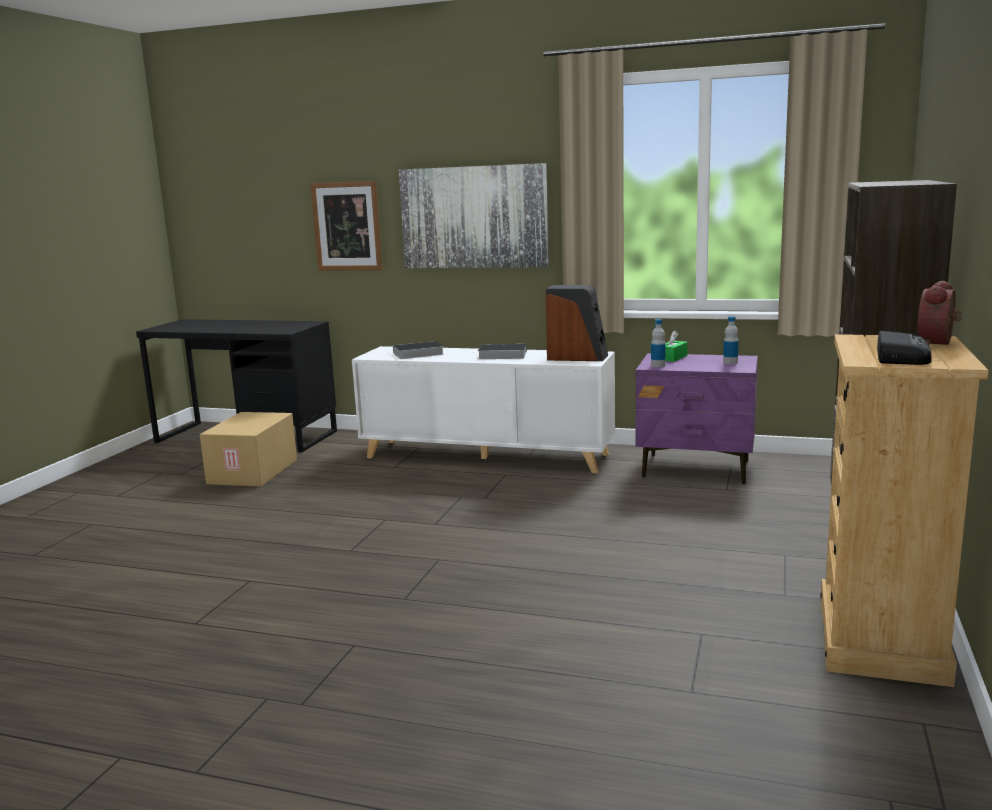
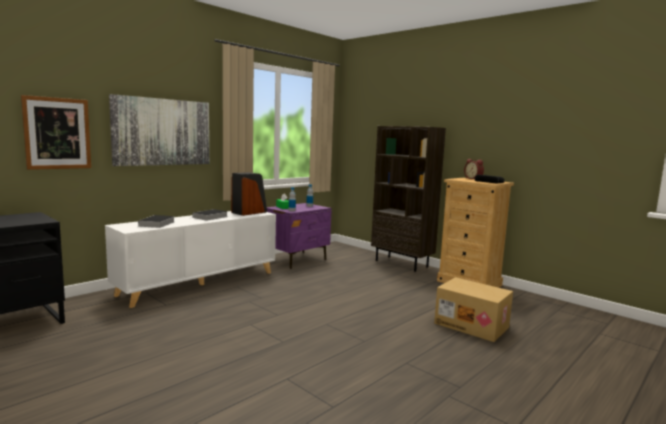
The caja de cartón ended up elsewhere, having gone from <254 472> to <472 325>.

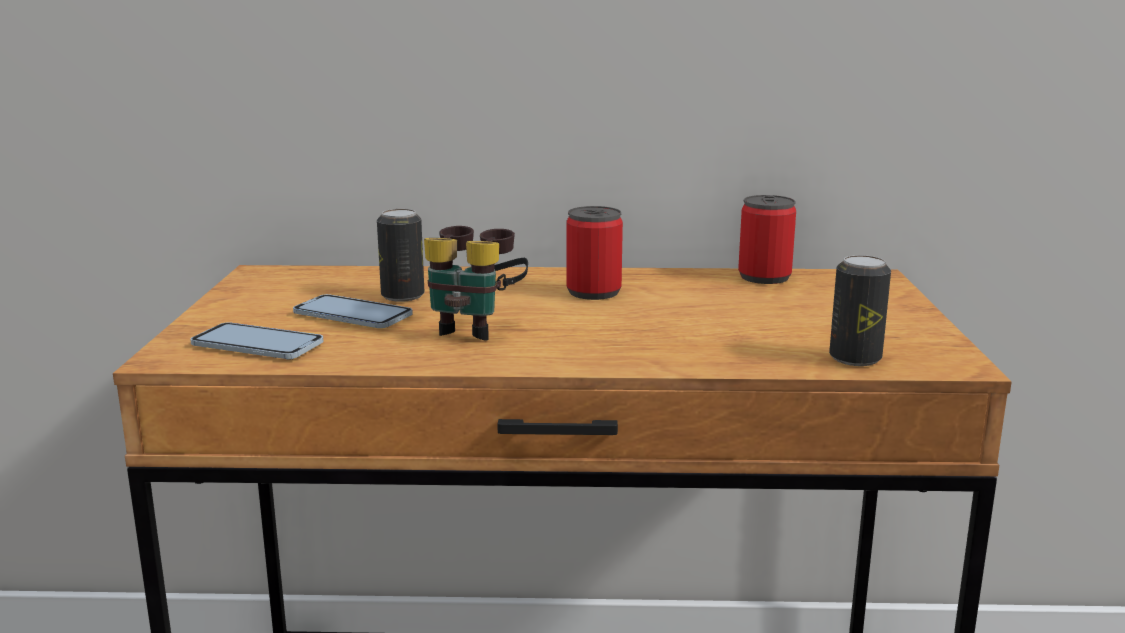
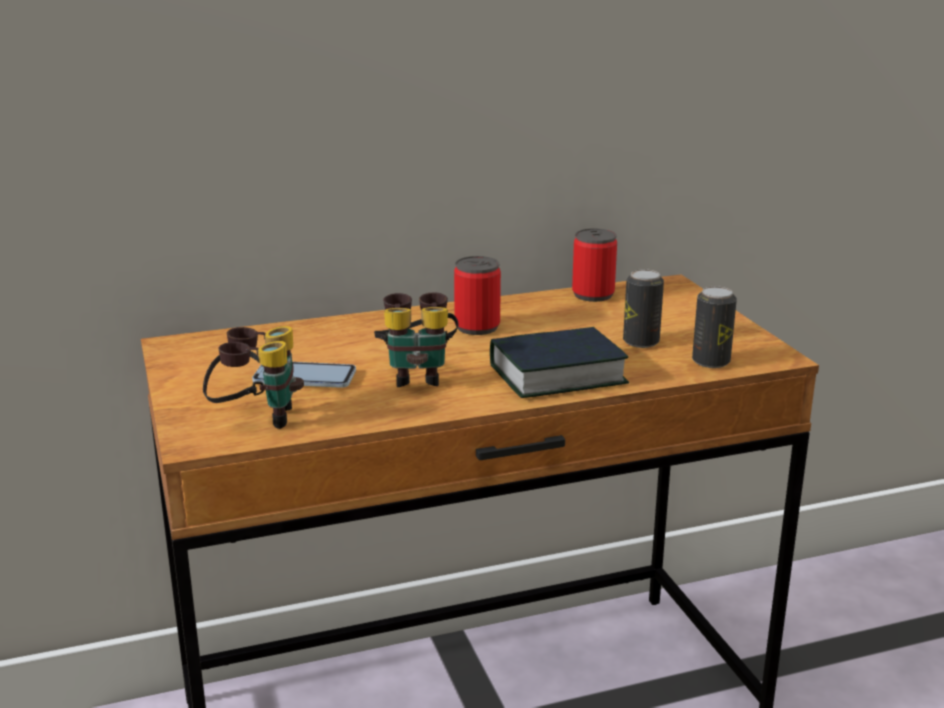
Where the móvil stood at <257 344>, the prismáticos came to stand at <257 418>. The lata ended up elsewhere, having gone from <402 296> to <641 342>. The second view gained the libro at <557 375>.

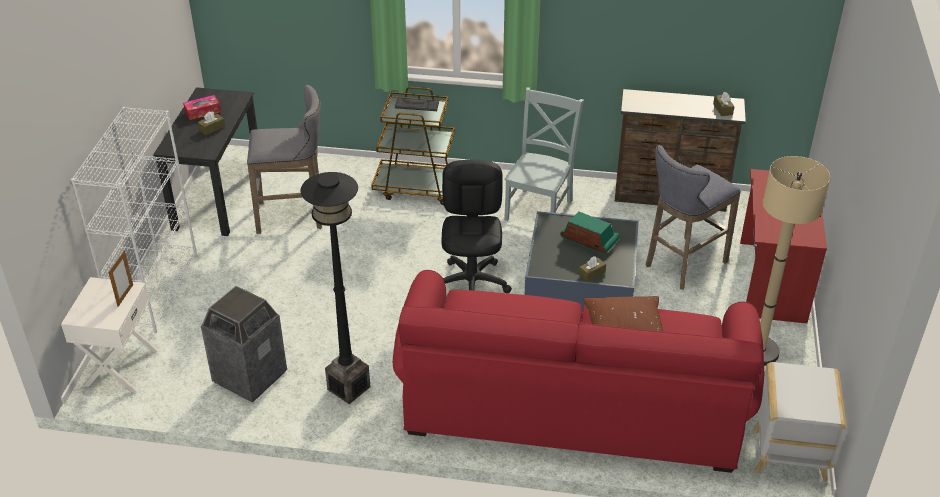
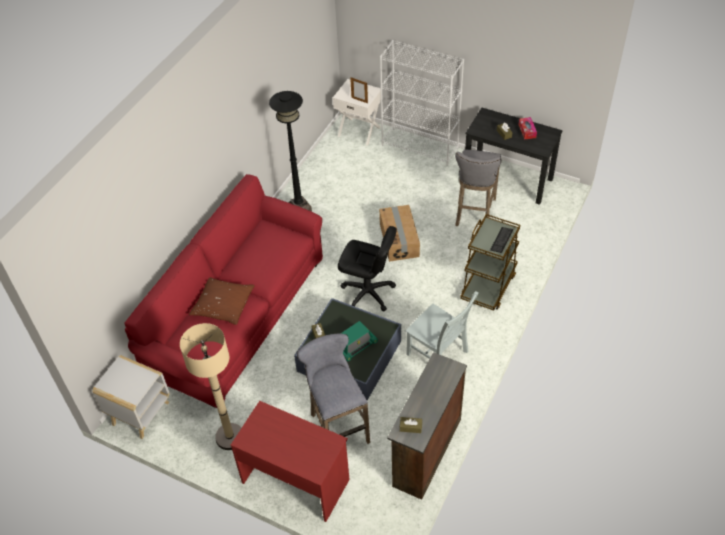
The second view lost the papelera at <249 377>. The second view gained the caja de cartón at <399 240>.

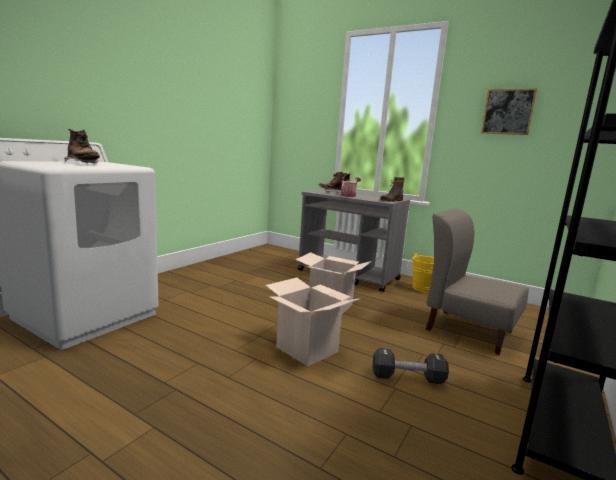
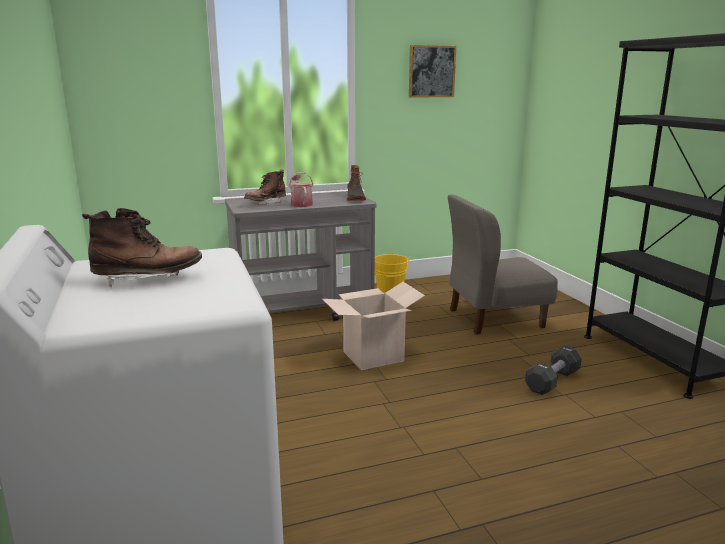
The second view lost the caja de cartón at <307 349>.

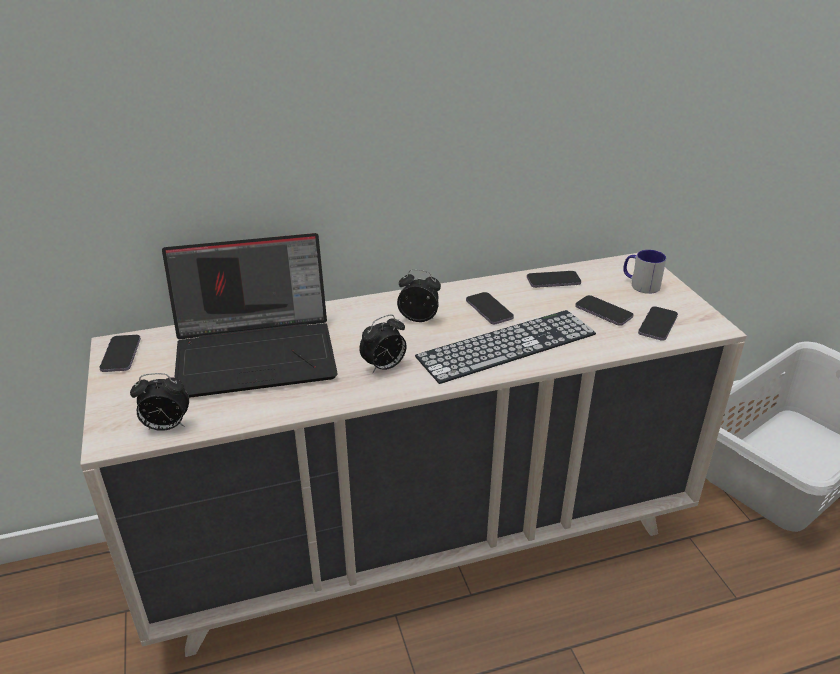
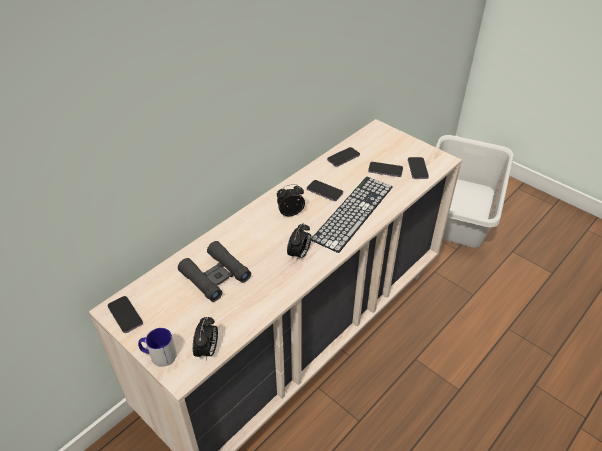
The despertador at <166 427> ended up facing another way, 45 degrees counterclockwise from before. Where the portátil stood at <258 353>, the prismáticos [negro] came to stand at <215 276>. The taza grande ended up elsewhere, having gone from <640 284> to <159 355>.

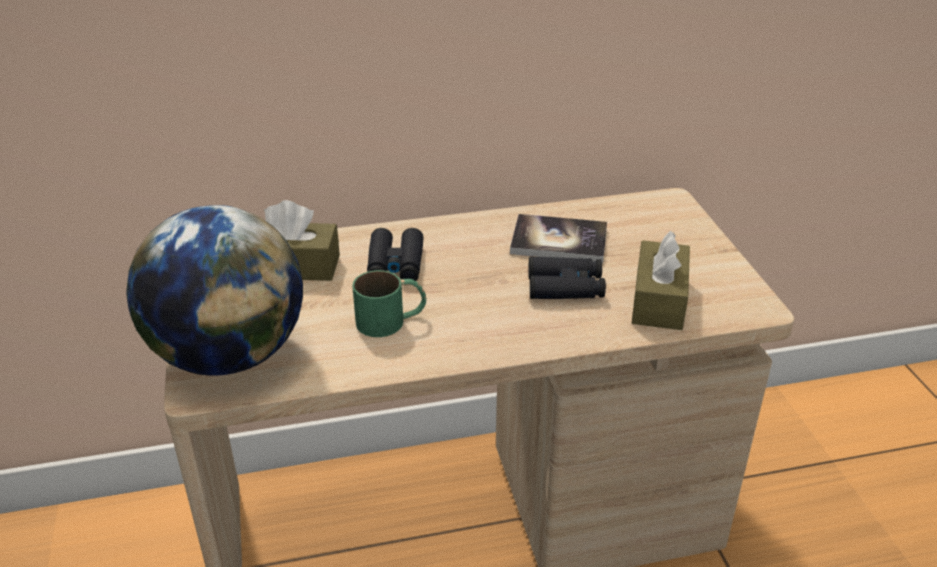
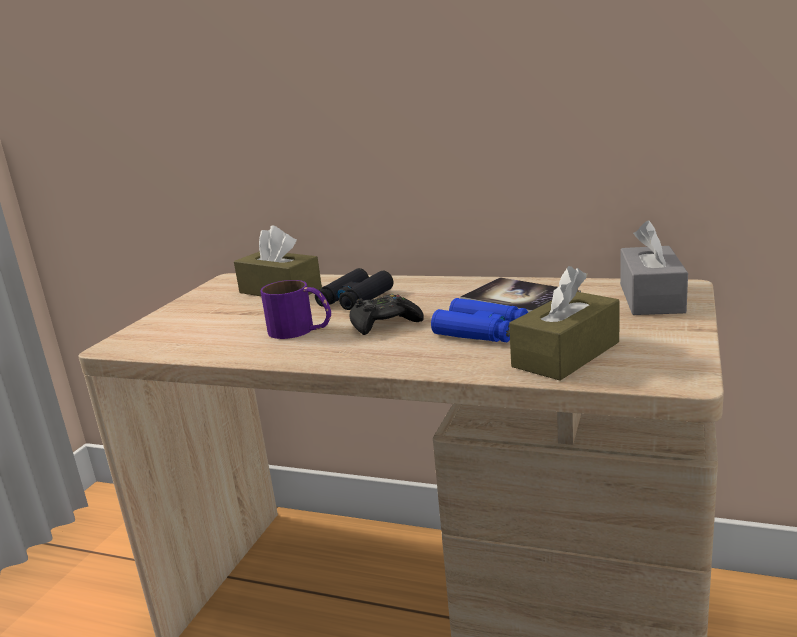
The second view lost the globo terráqueo at <229 355>. What was the taza grande [verde] at <391 320> turned into the taza grande [morado] at <301 330>. What was the prismáticos [negro] at <565 287> turned into the prismáticos [azul] at <481 332>. The second view gained the mando de consola [negro] at <384 323>. The second view gained the caja de pañuelos [gris] at <651 298>.

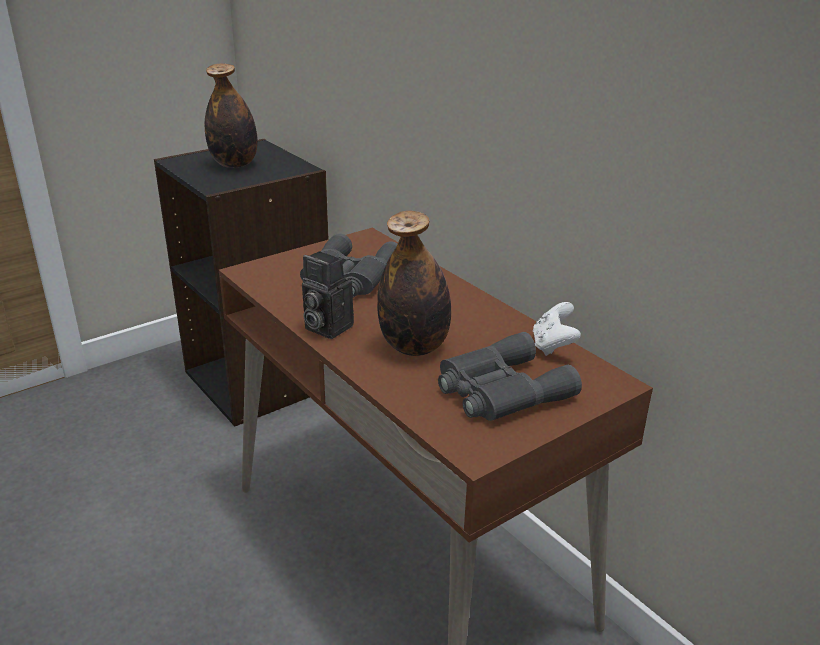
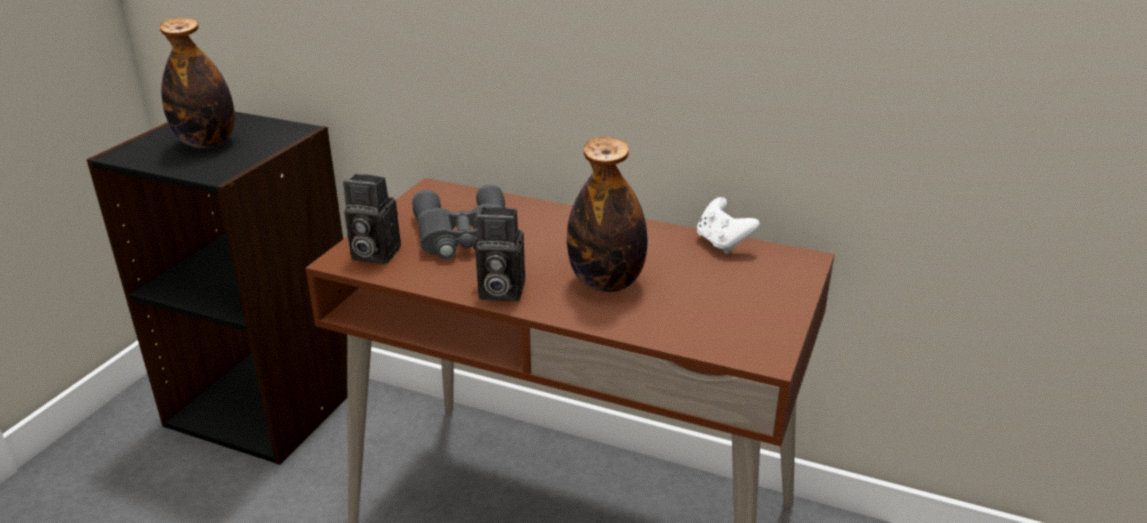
The second view lost the prismáticos [gris] at <499 390>. The second view gained the cámara at <372 254>.

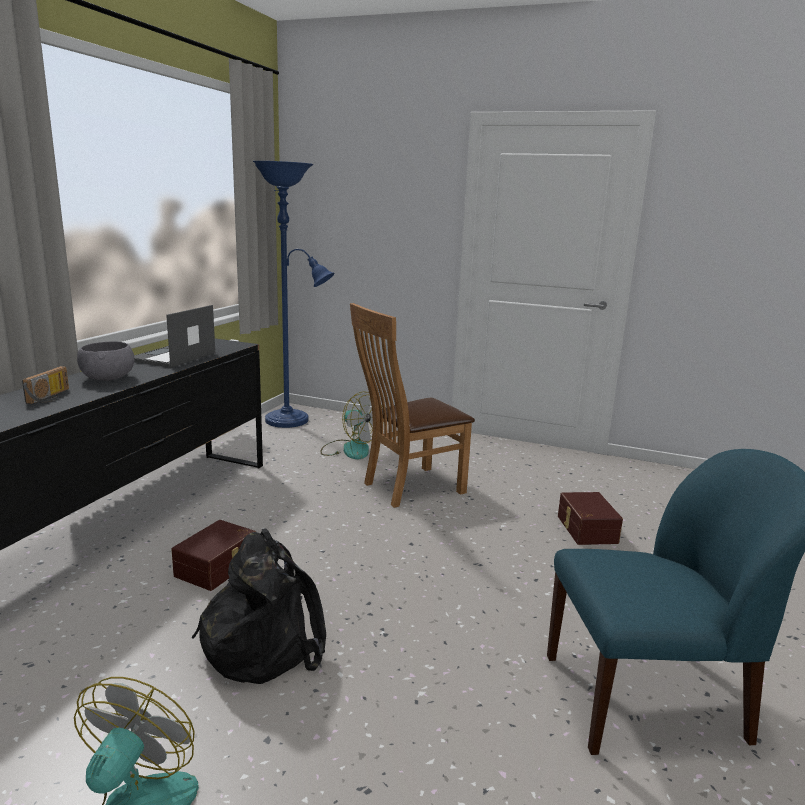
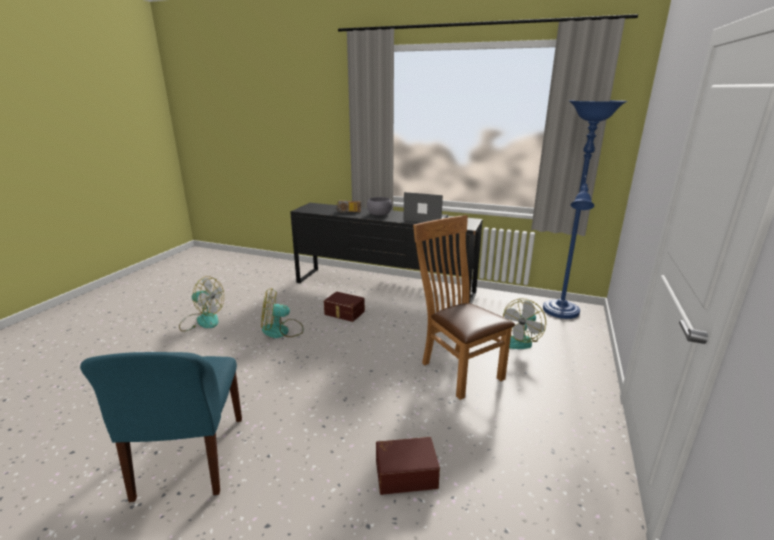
Where the mochila [negro] stood at <263 643>, the ventilador came to stand at <282 331>.

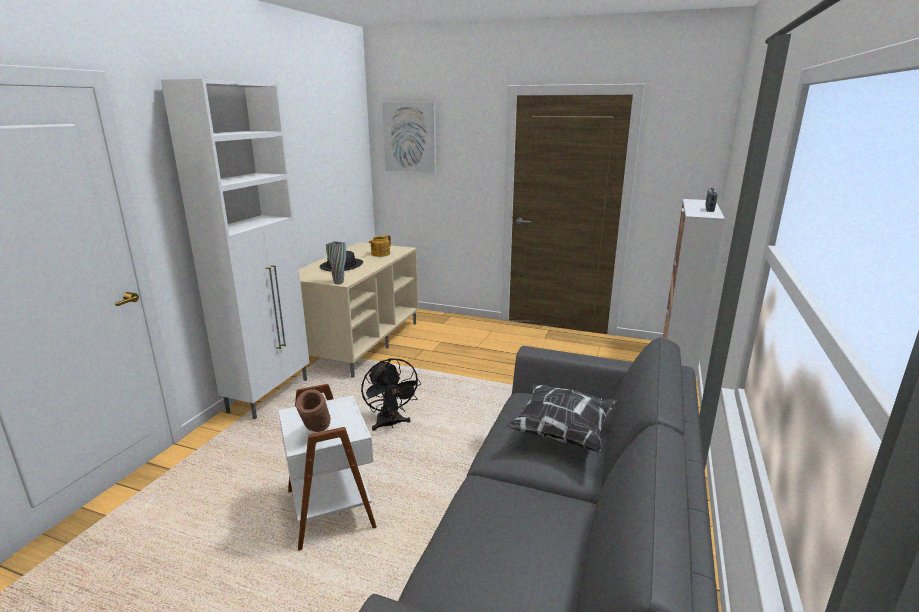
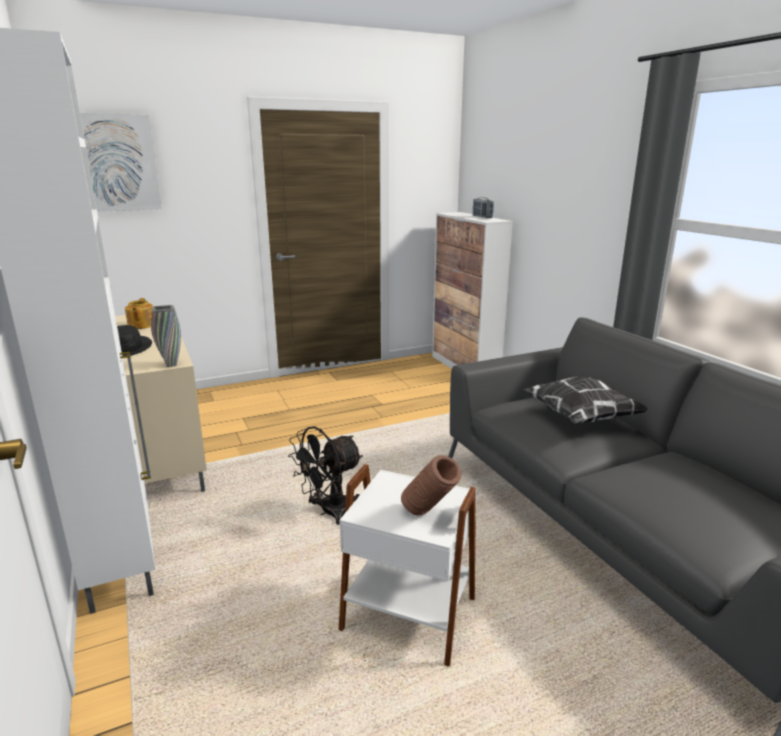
The ventilador [negro] at <390 424> ended up facing another way, 120 degrees clockwise from before.

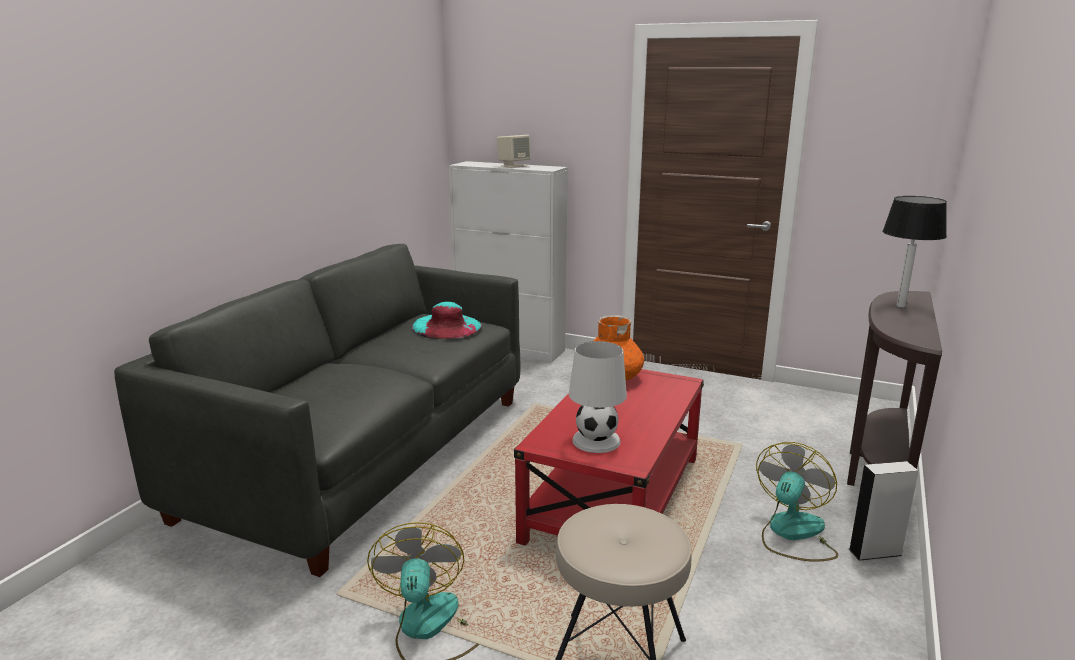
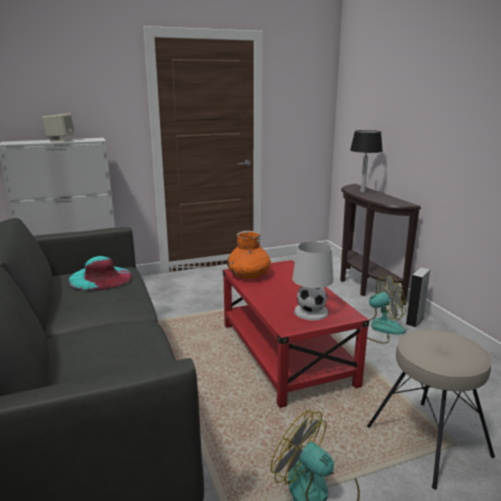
The ventilador at <792 534> ended up facing another way, 90 degrees clockwise from before.

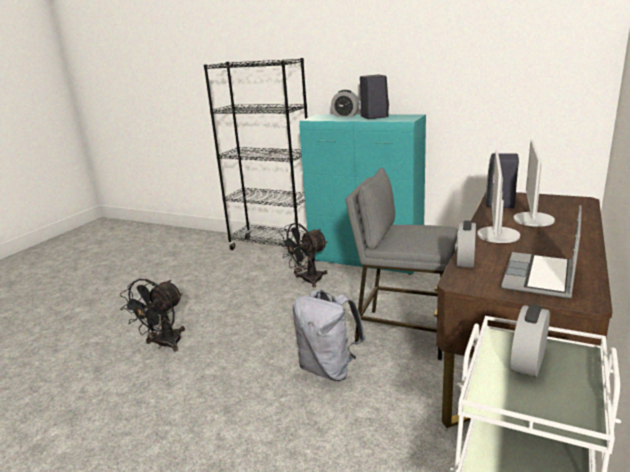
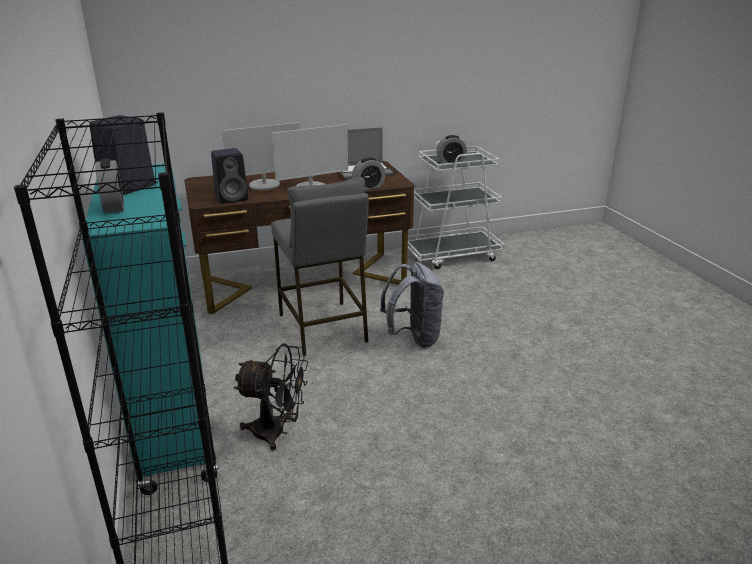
The second view lost the ventilador [negro] at <164 345>.

